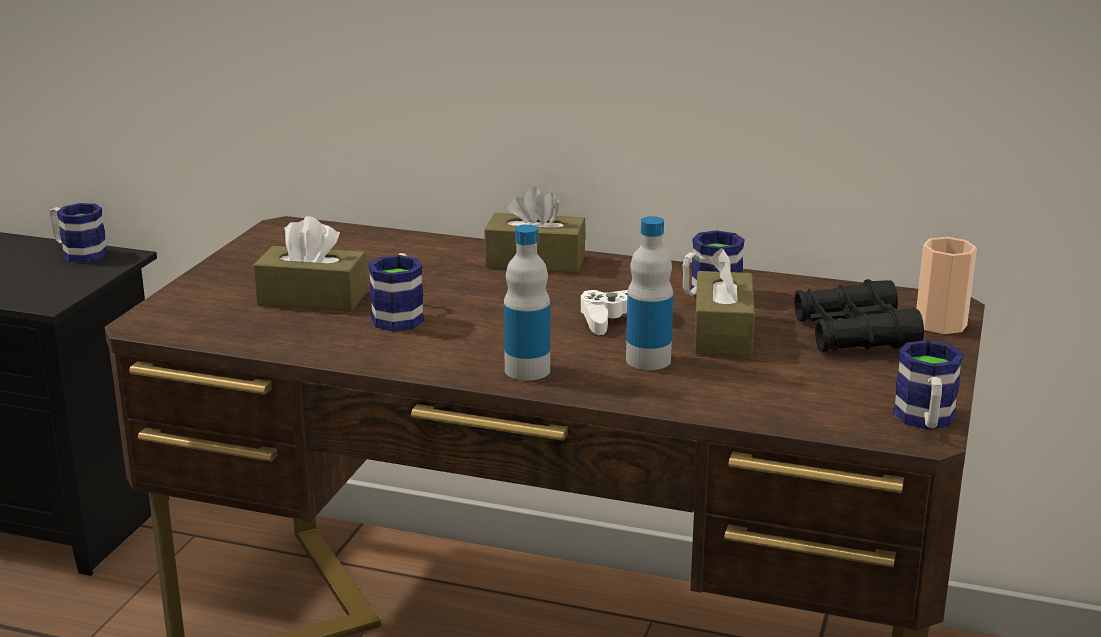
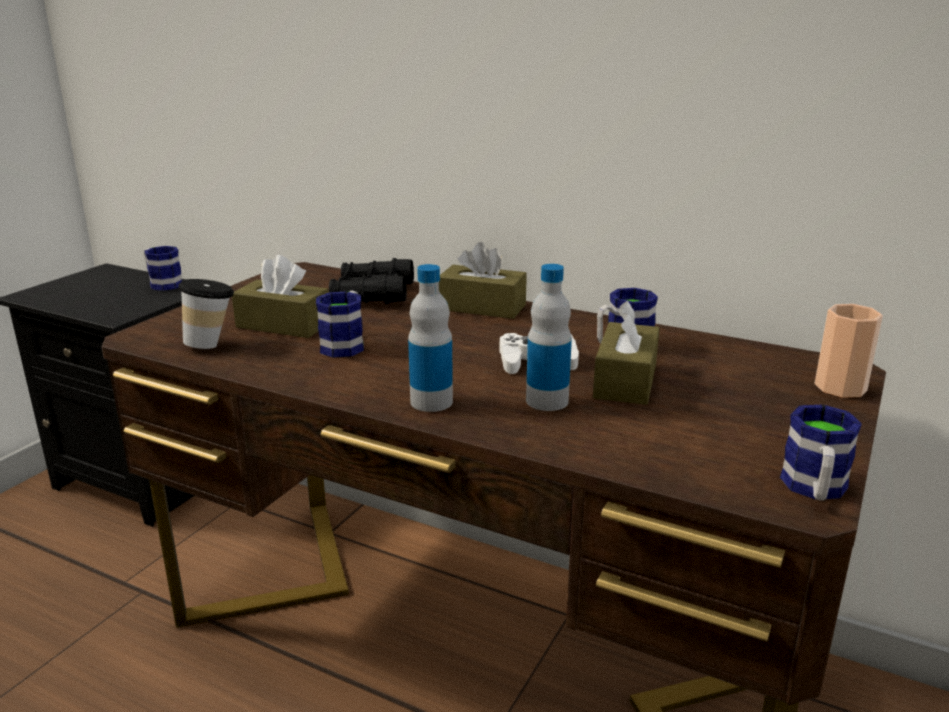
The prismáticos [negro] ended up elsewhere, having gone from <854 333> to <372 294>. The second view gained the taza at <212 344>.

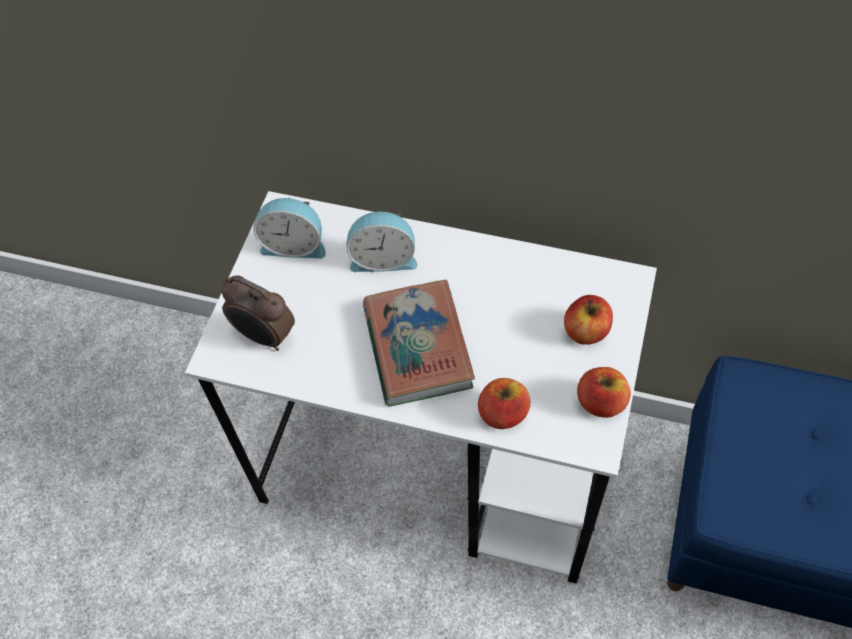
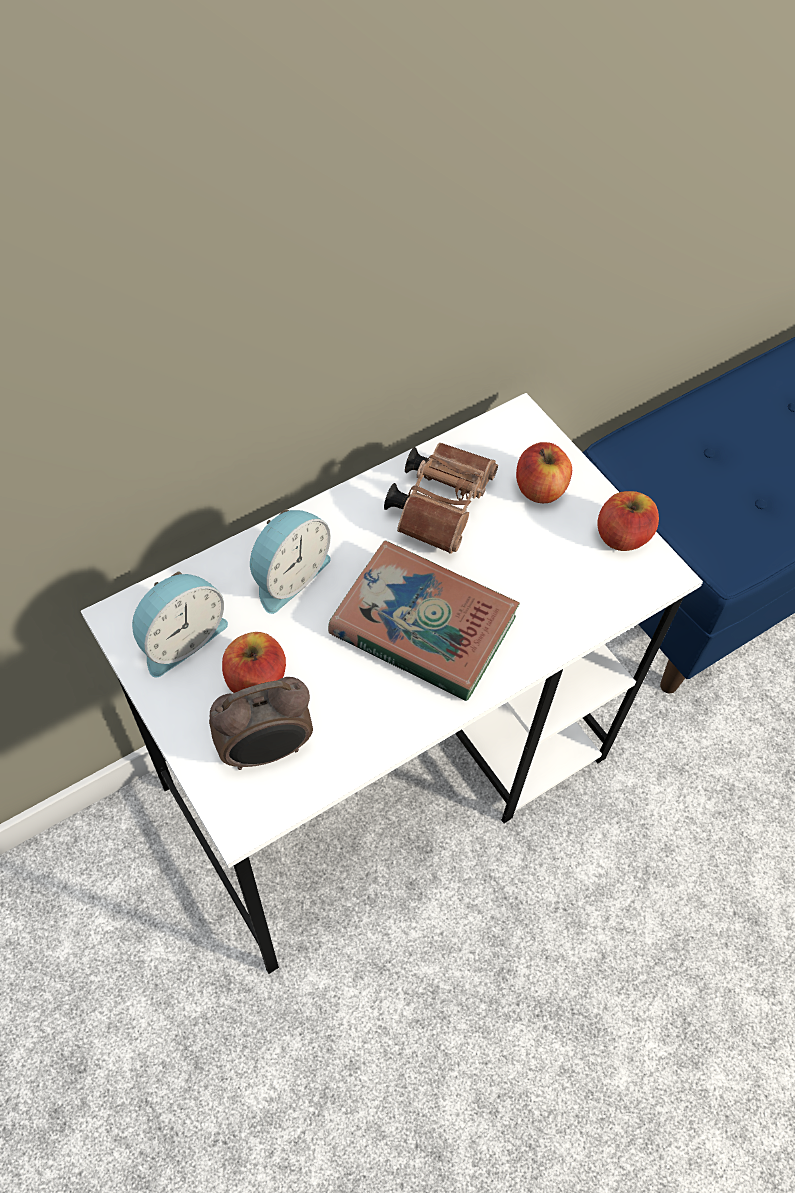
The manzana ended up elsewhere, having gone from <503 413> to <256 679>. The second view gained the prismáticos [marrón] at <441 504>.

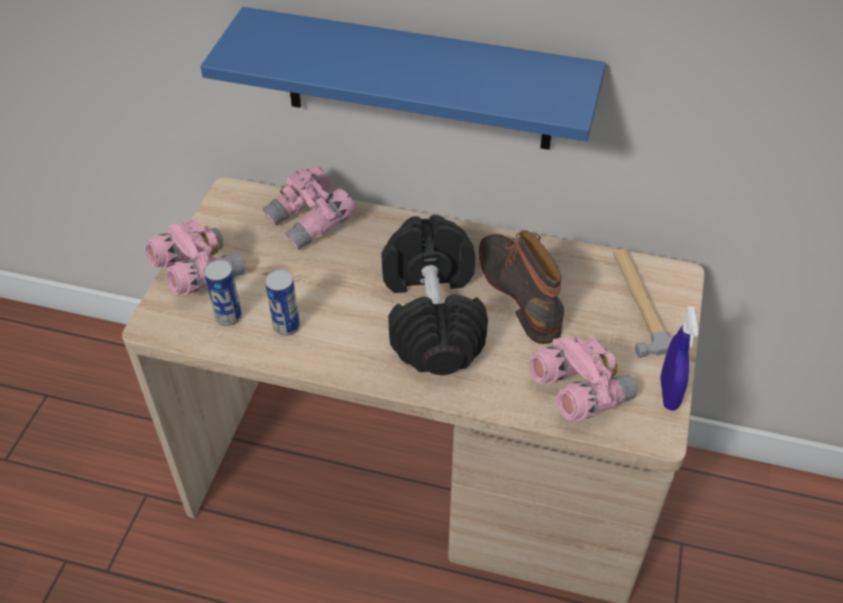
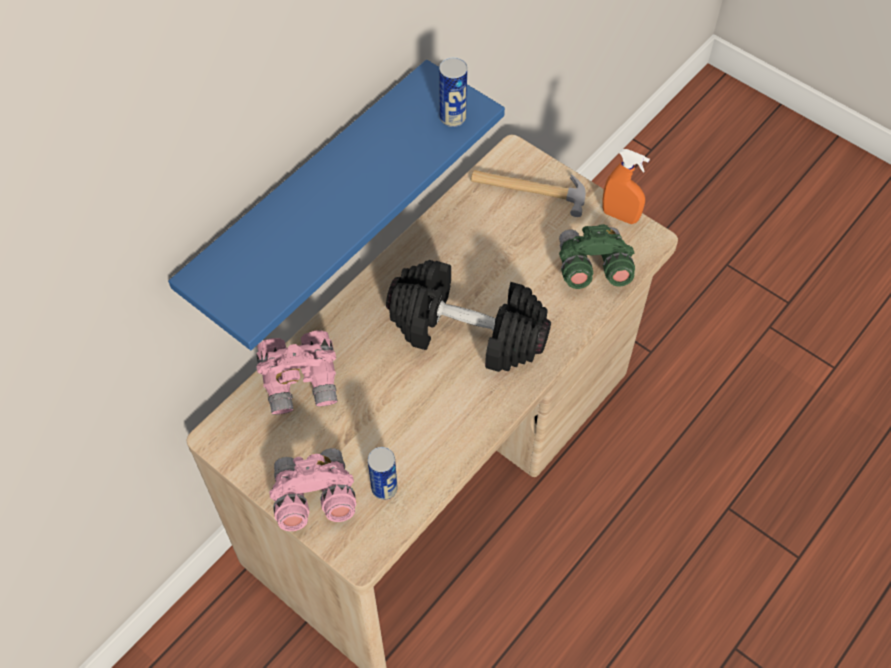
The lata ended up elsewhere, having gone from <286 326> to <452 118>. The second view lost the bota at <522 292>. What was the prismáticos [rosa] at <578 391> turned into the prismáticos [verde] at <591 269>. What was the pulverizador [azul] at <668 393> turned into the pulverizador [naranja] at <620 216>.

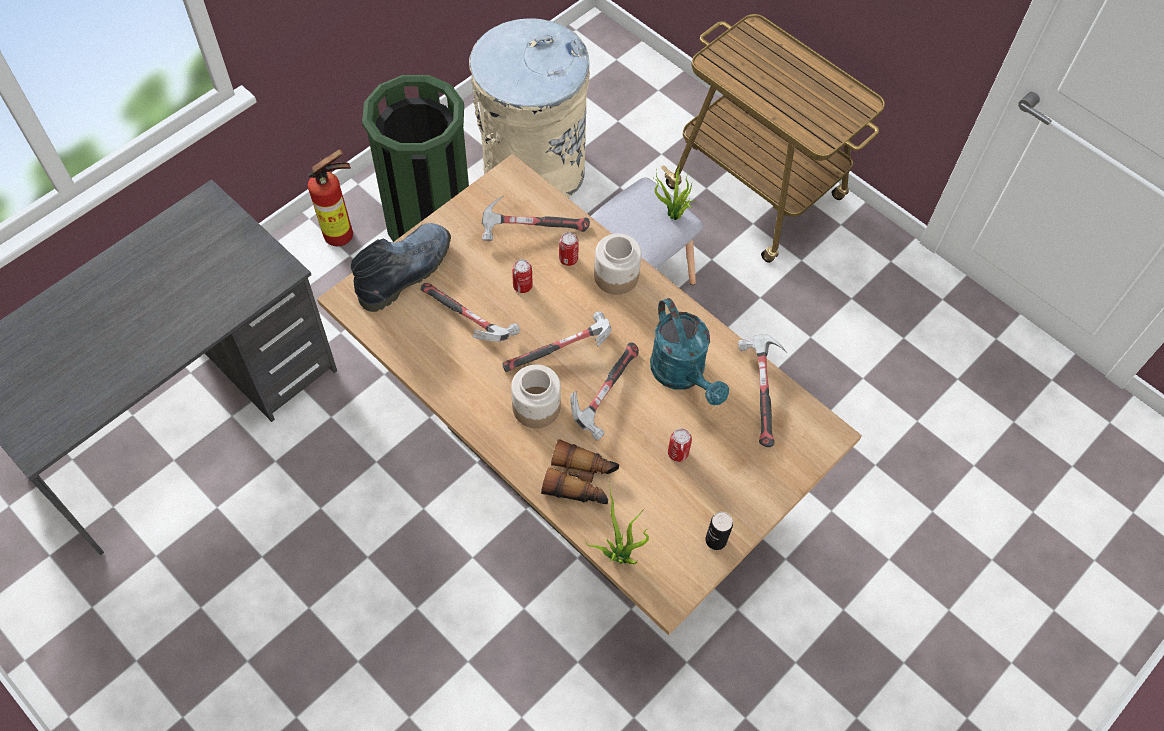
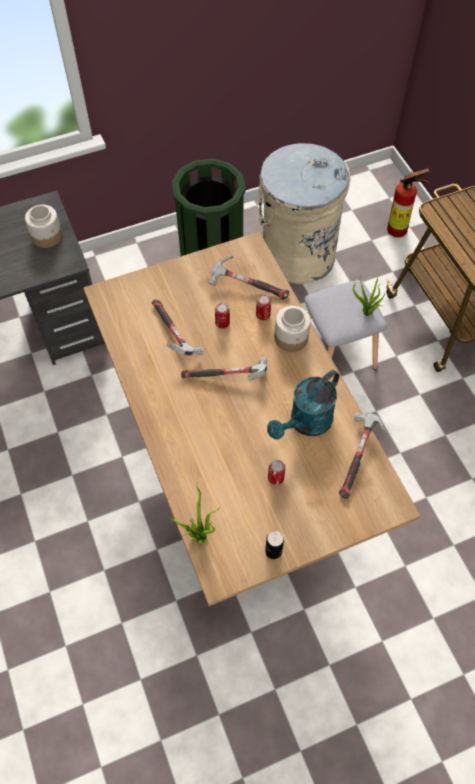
The extintor ended up elsewhere, having gone from <343 235> to <400 231>. The second view lost the bota at <406 270>. The tarro ended up elsewhere, having gone from <537 407> to <47 236>. The second view lost the prismáticos at <581 480>. The second view lost the martillo at <605 395>. The regadera [turquesa] at <682 375> ended up facing another way, 45 degrees clockwise from before.

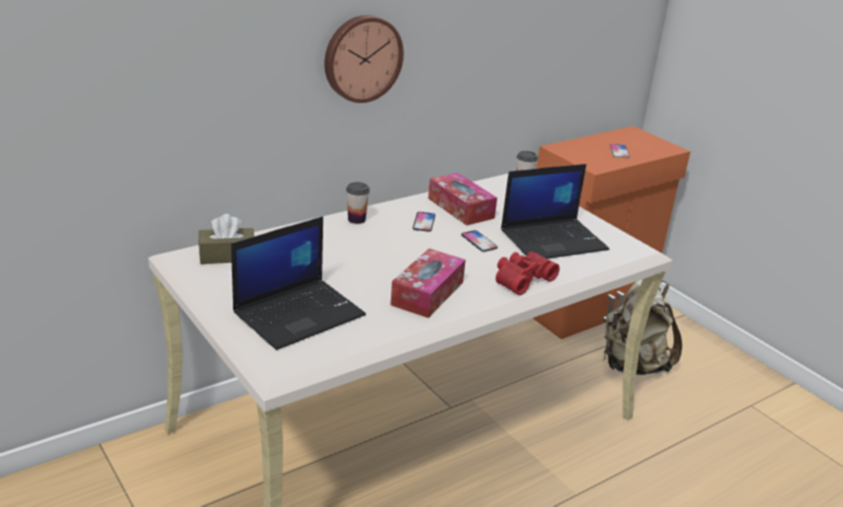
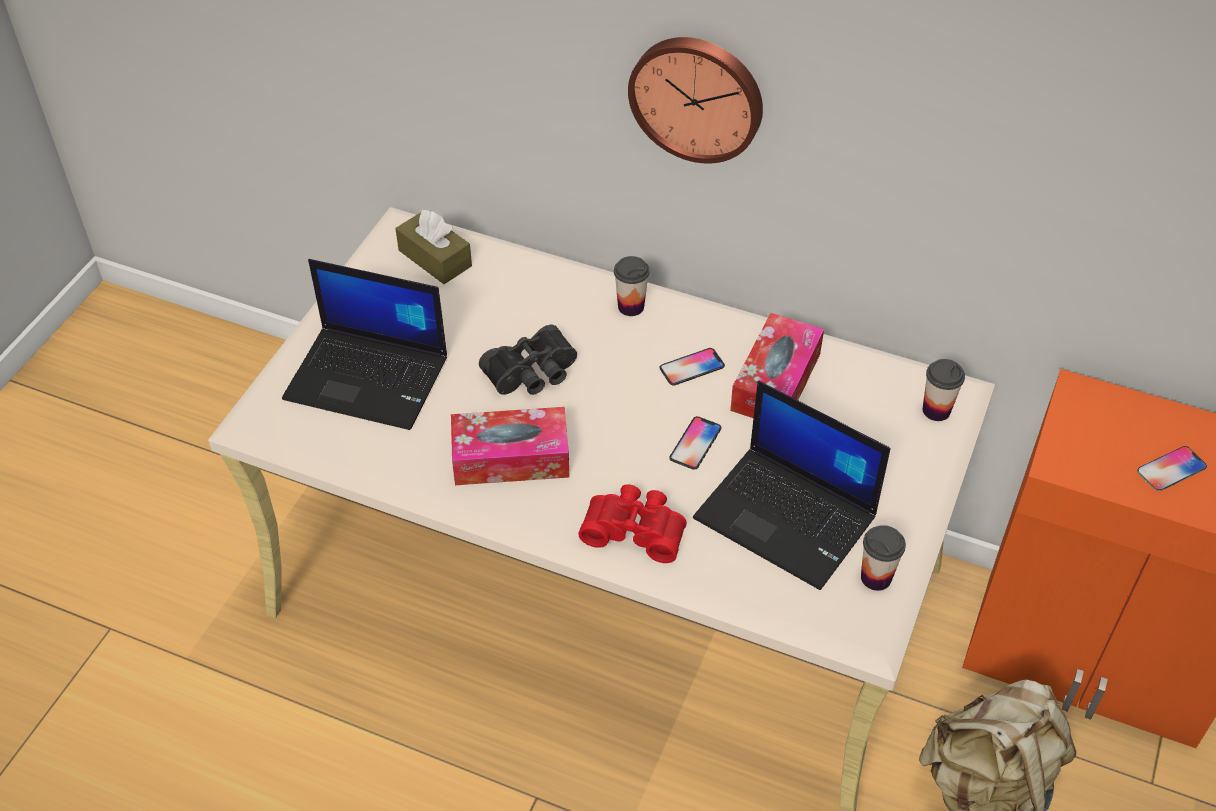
The second view gained the prismáticos [negro] at <533 374>. The second view gained the taza at <876 577>.

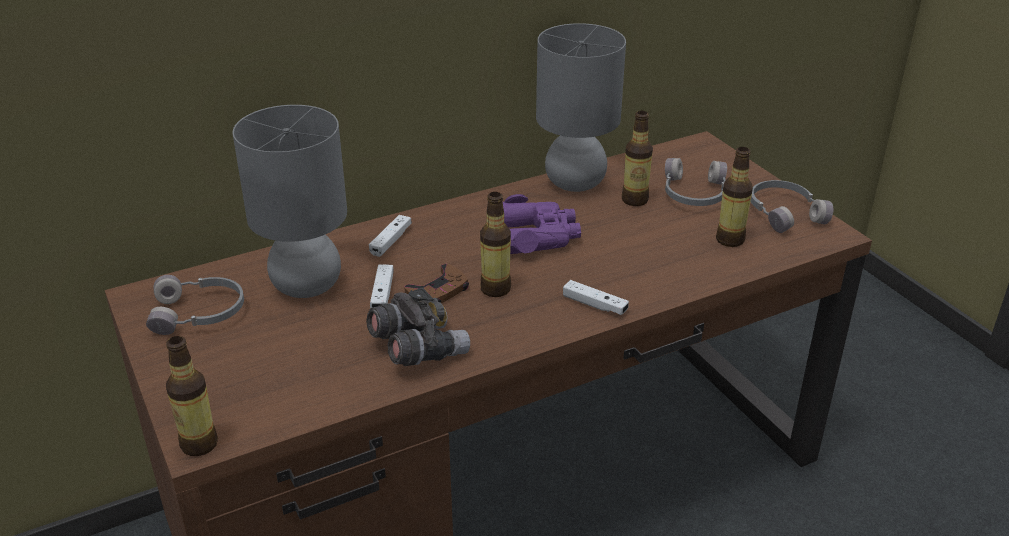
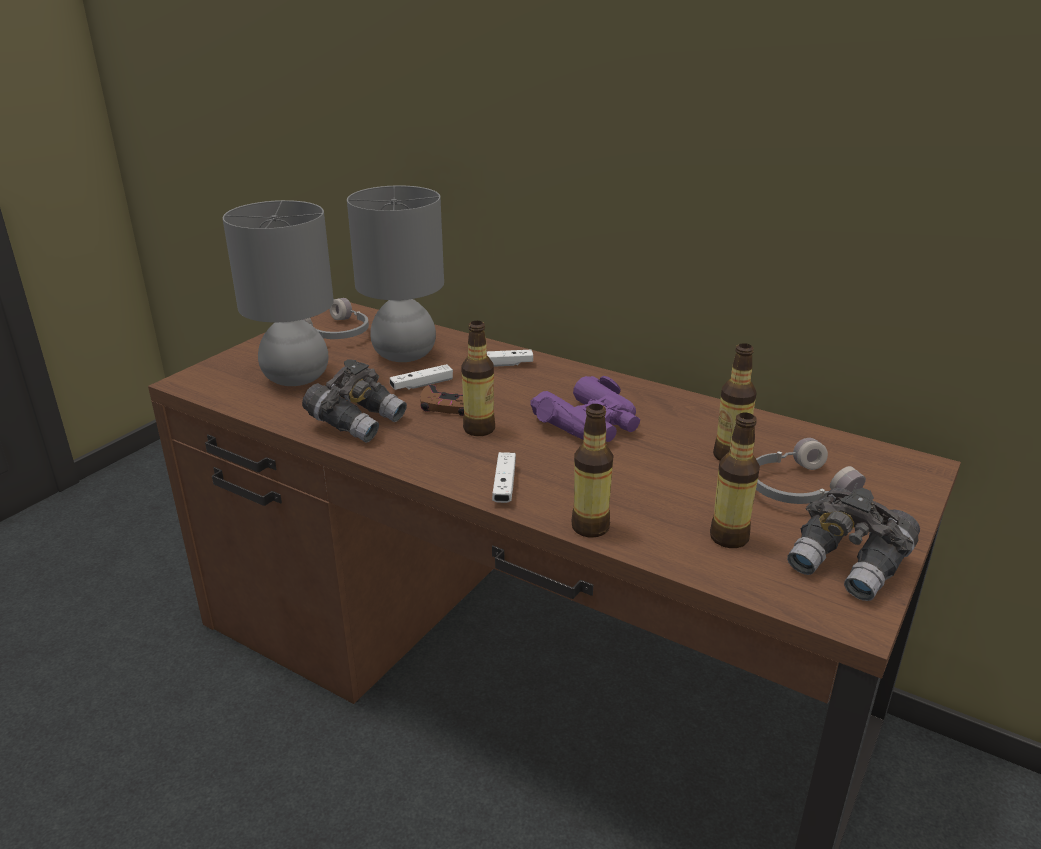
The botella ended up elsewhere, having gone from <199 444> to <590 527>. The lámpara de mesa [gris] ended up elsewhere, having gone from <575 183> to <295 378>. Where the auriculares [gris] stood at <784 213>, the prismáticos [gris] came to stand at <848 565>.

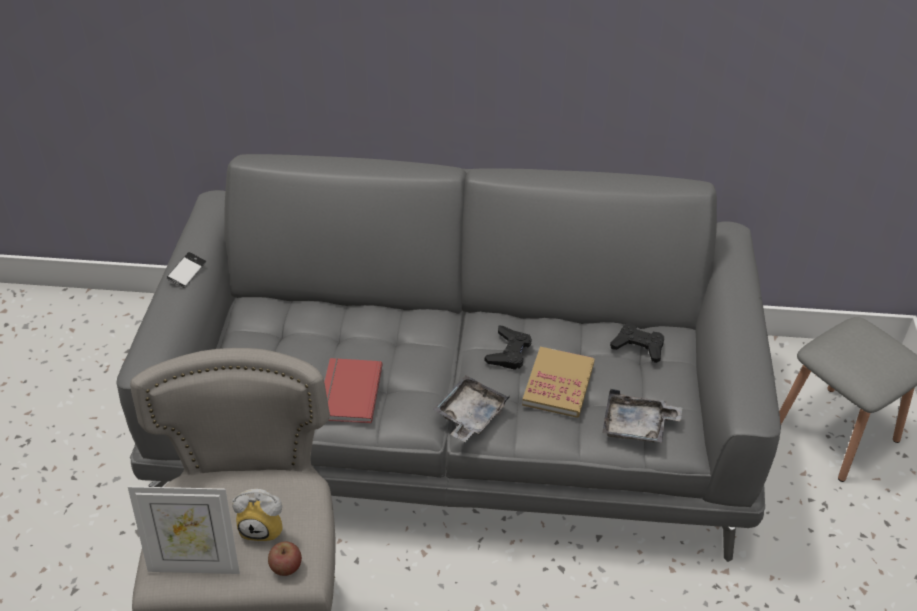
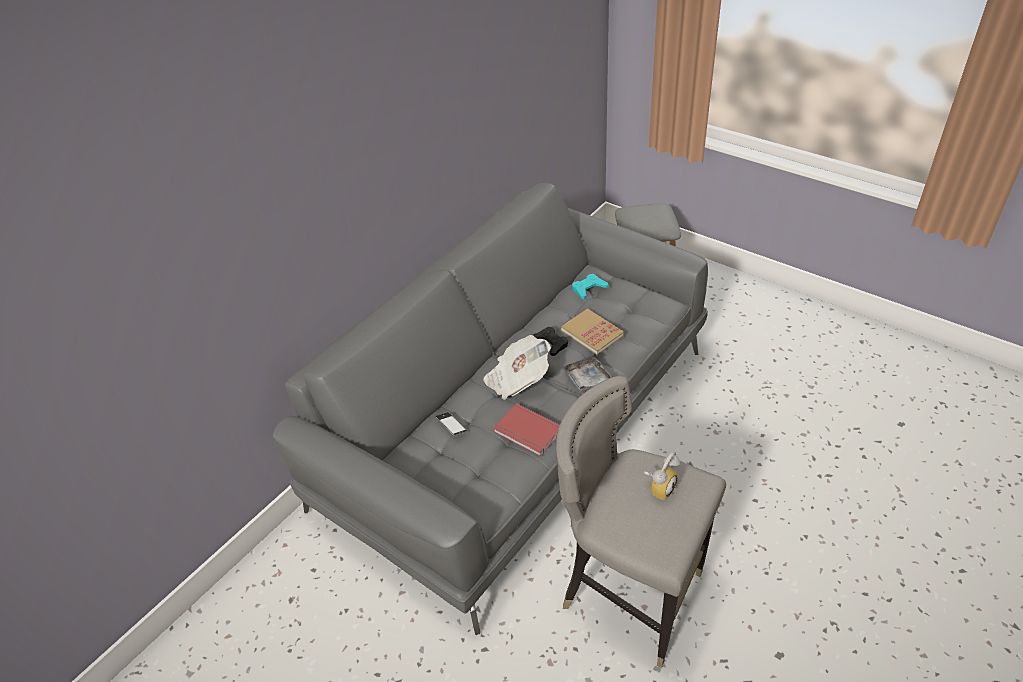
The second view lost the portarretratos at <195 564>. The móvil ended up elsewhere, having gone from <187 273> to <451 426>. The second view lost the manzana at <286 566>. The second view lost the bandeja [gris] at <637 426>. What was the mando de consola [negro] at <638 346> turned into the mando de consola [turquesa] at <588 289>. The second view gained the periódico at <517 379>.

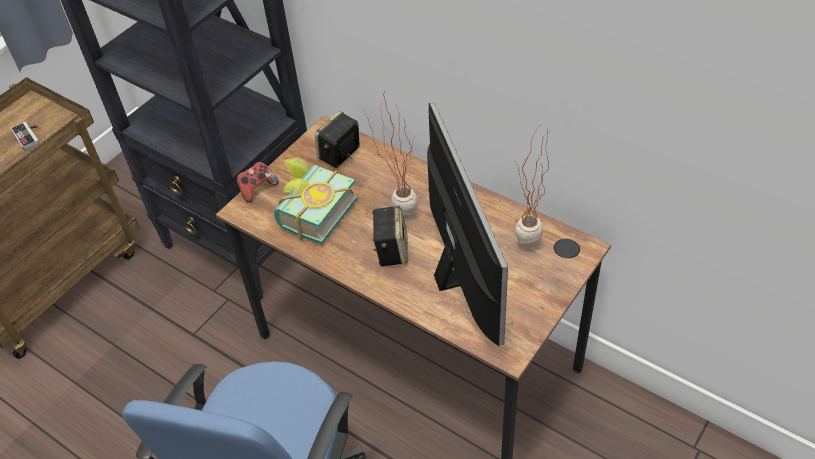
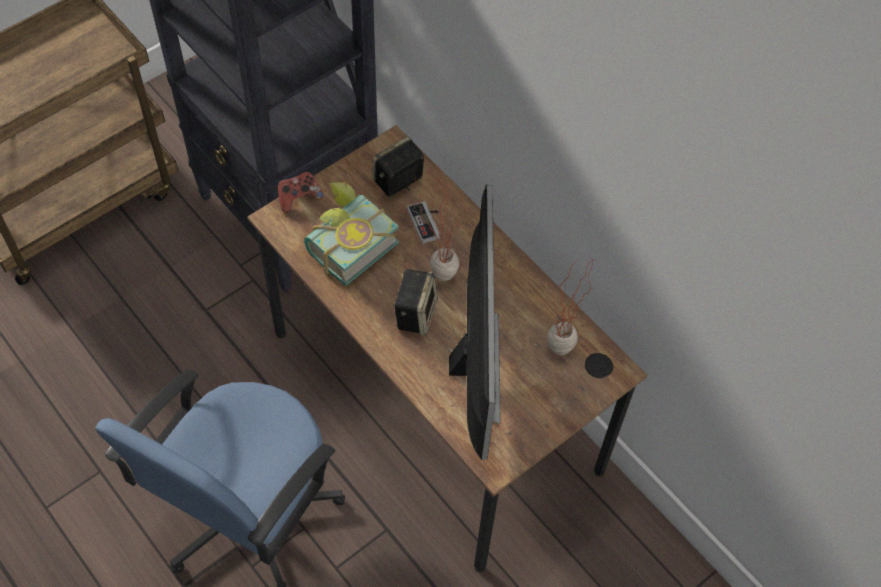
The mando de consola ended up elsewhere, having gone from <29 136> to <427 223>.

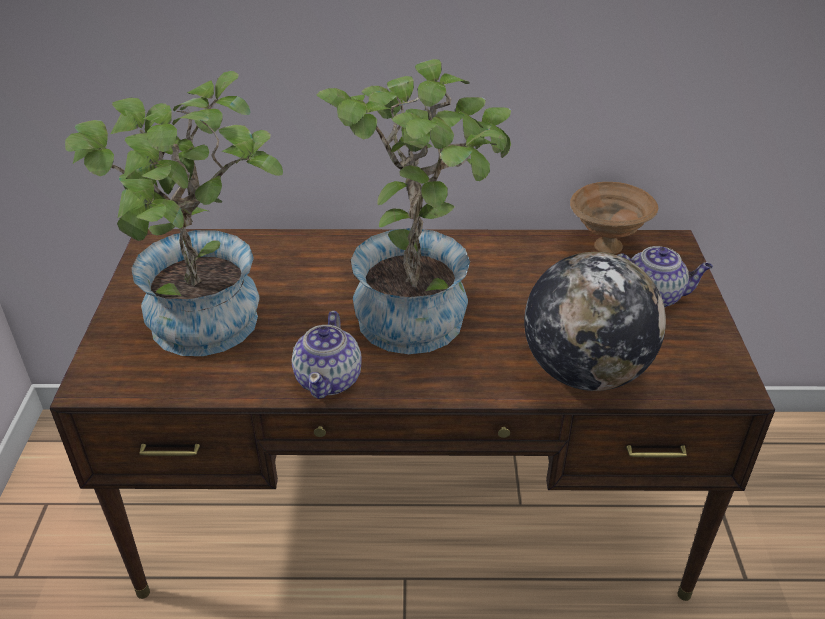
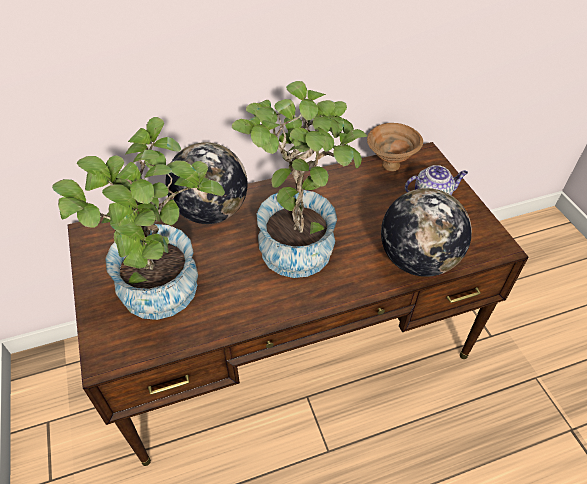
The second view lost the tetera at <329 379>. The second view gained the globo terráqueo at <211 212>.

